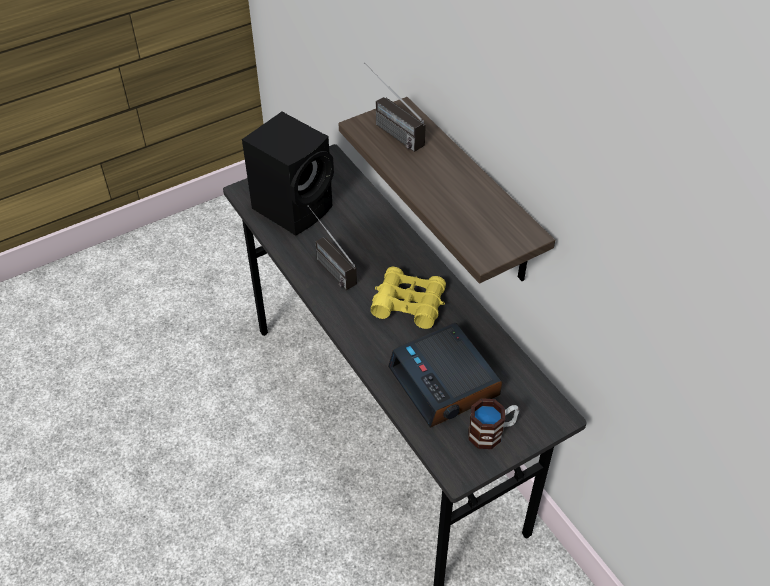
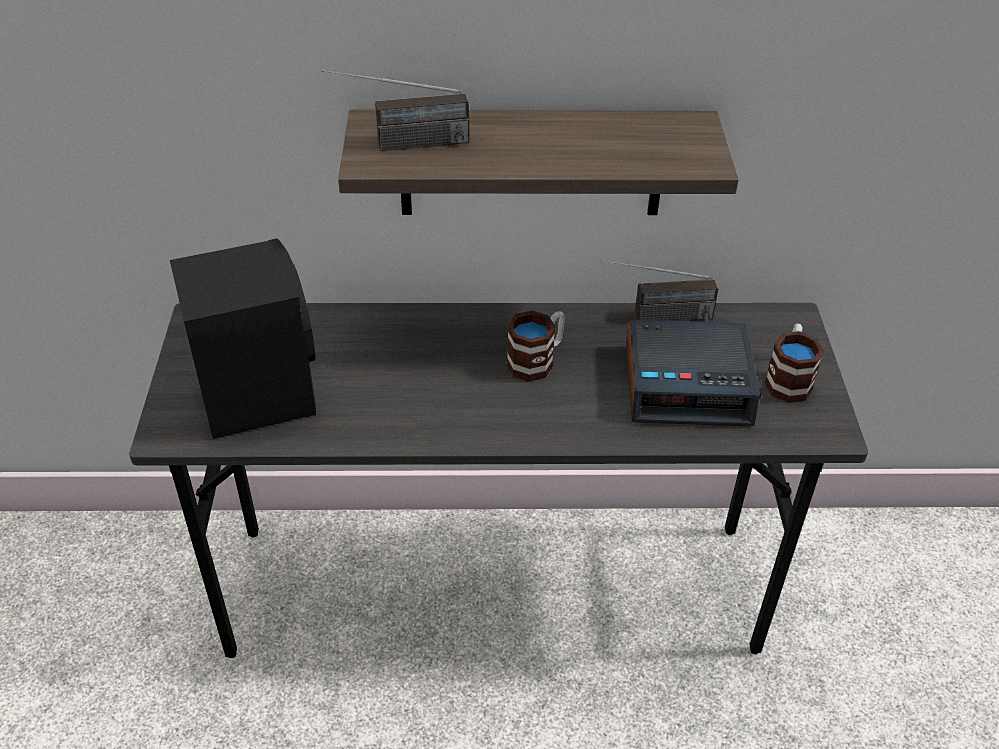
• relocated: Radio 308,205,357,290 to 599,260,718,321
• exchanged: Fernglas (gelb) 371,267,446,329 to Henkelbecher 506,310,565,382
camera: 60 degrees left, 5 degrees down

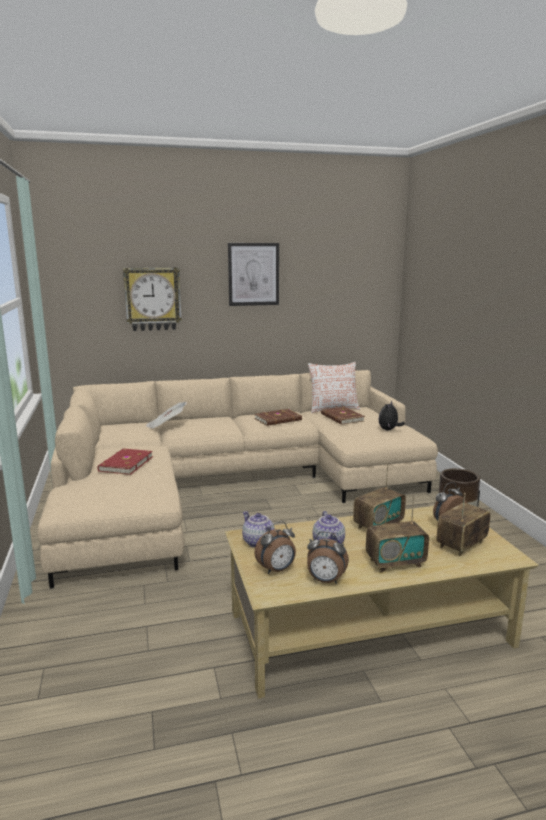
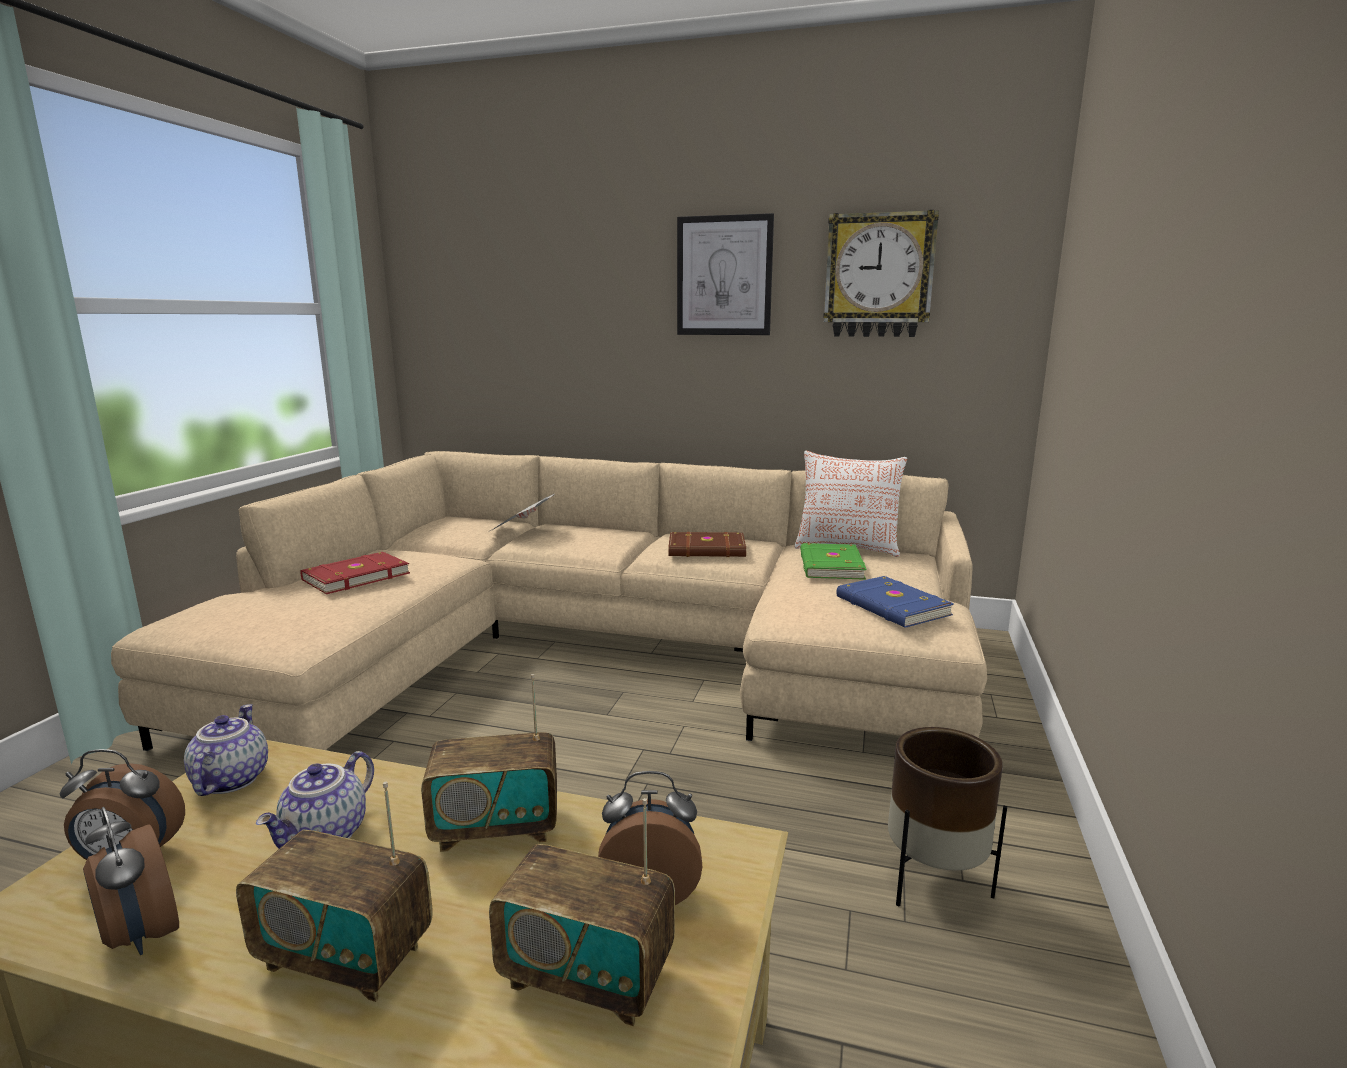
• relocated: Wanduhr 123,267,182,331 to 823,210,939,337
• exchanged: Plüschtier 378,400,405,430 to Buch (blau) 836,576,954,628
• colour: Buch (braun) 321,407,365,425 to Buch (grün) 800,543,867,580
• spun: Radio 436,493,490,556 = 489,798,675,1026 150 degrees counterclockwise
camera: 30 degrees right, 0 degrees up

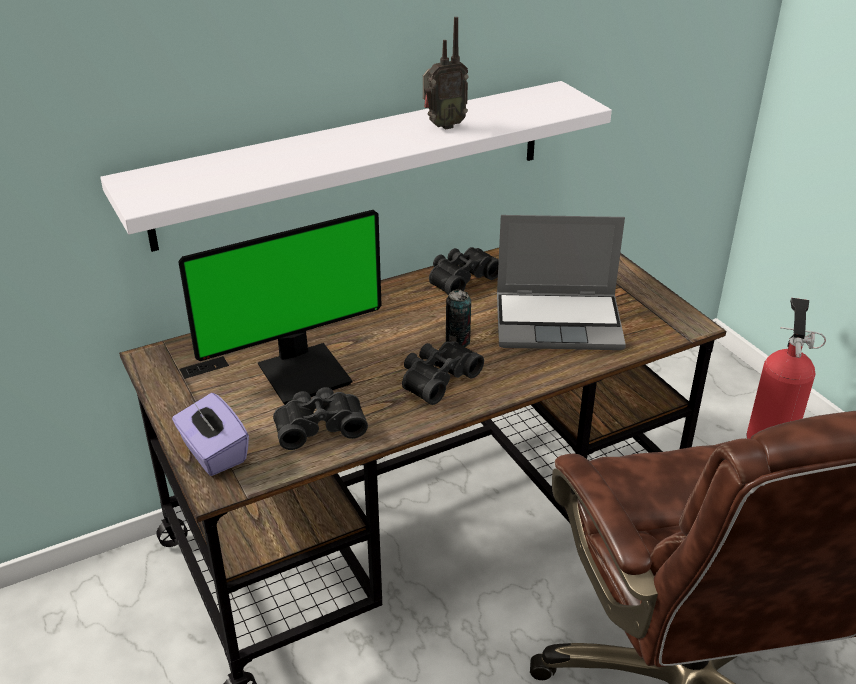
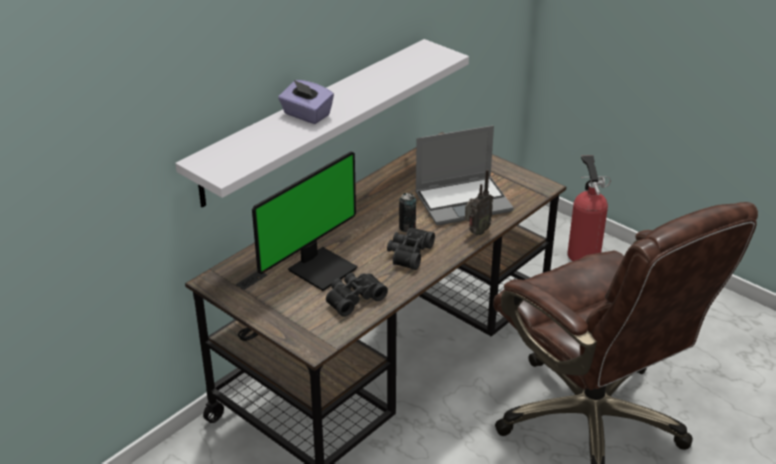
• relocated: Radio 423,17,469,130 to 465,169,493,235
• missing: Fernglas (schwarz) 429,247,499,295
• relocated: Taschentuchbox (lila) 172,393,249,476 to 278,80,334,124
camera: 20 degrees left, 0 degrees up

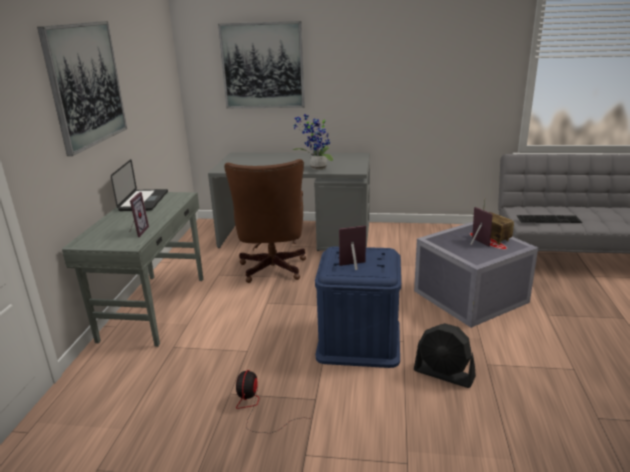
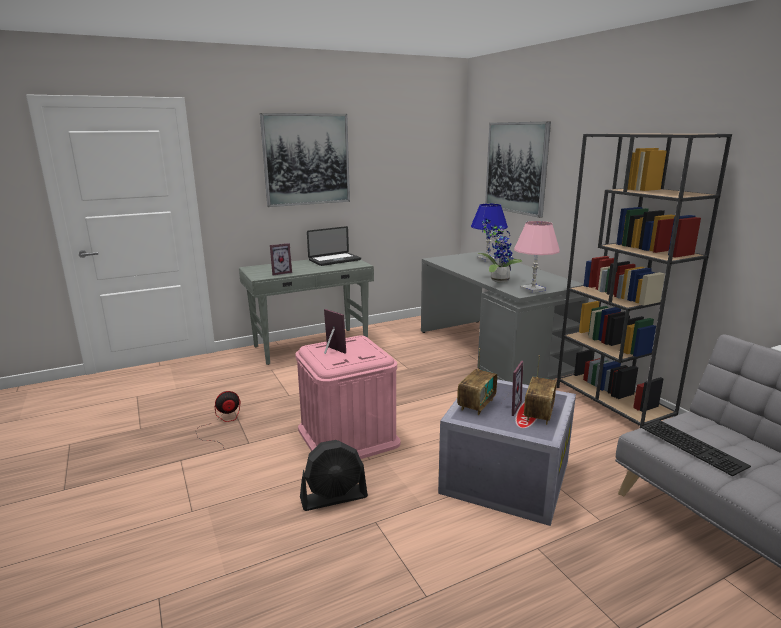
• missing: Bürostuhl (braun) 224,159,306,283
• colour: Aufbewahrungsbox (blau) 315,247,401,368 to Aufbewahrungsbox (rosa) 295,336,400,459
• spun: Ventilator (schwarz) 414,323,476,388 = 300,440,368,511 105 degrees counterclockwise
• appeared: Bücherregal 556,133,732,428
• appeared: Tischlampe (blau) 471,203,508,262
• appeared: Tischlampe (rosa) 514,221,560,293
• appeared: Radio 457,348,497,415
camera: 55 degrees right, 5 degrees down

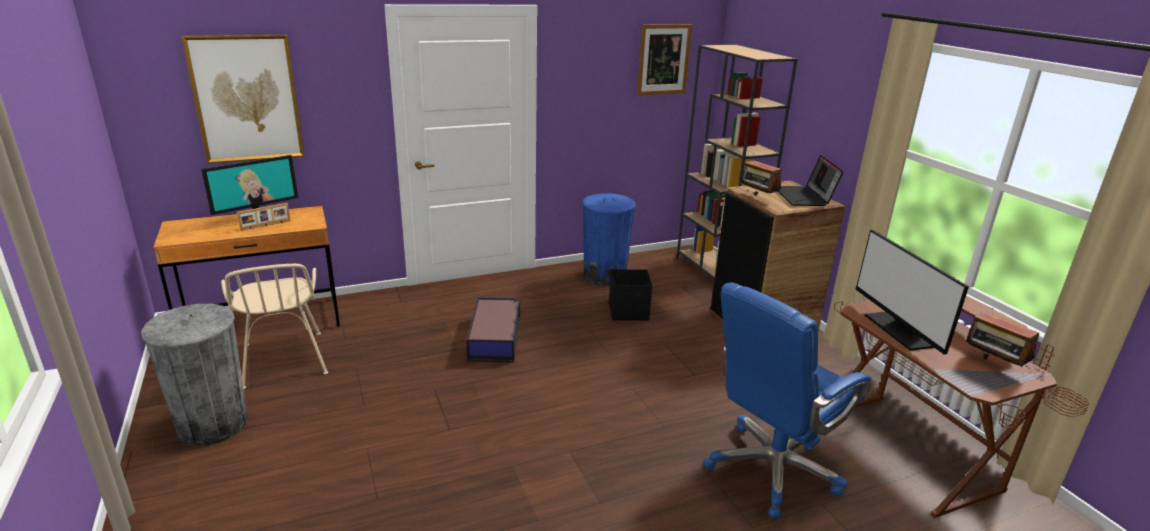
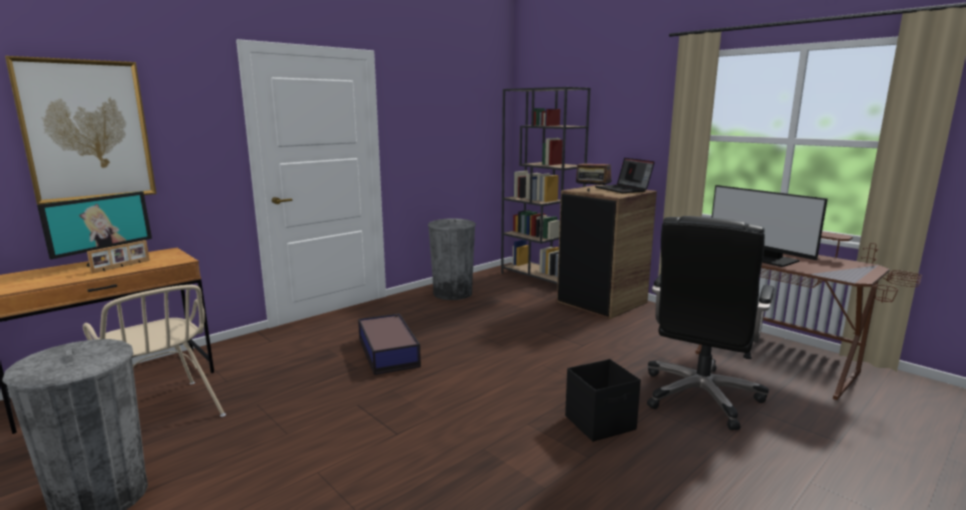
• missing: Bild 637,24,692,95
• colour: Mülleimer (blau) 582,193,636,286 to Mülleimer (grau) 428,218,476,300
• relocated: Aufbewahrungsbox (schwarz) 609,269,652,321 to 565,359,641,442
• colour: Bürostuhl (blau) 703,282,872,519 to Bürostuhl (schwarz) 647,216,774,430
• missing: Radio 966,311,1039,367
camera: 20 degrees left, 10 degrees down

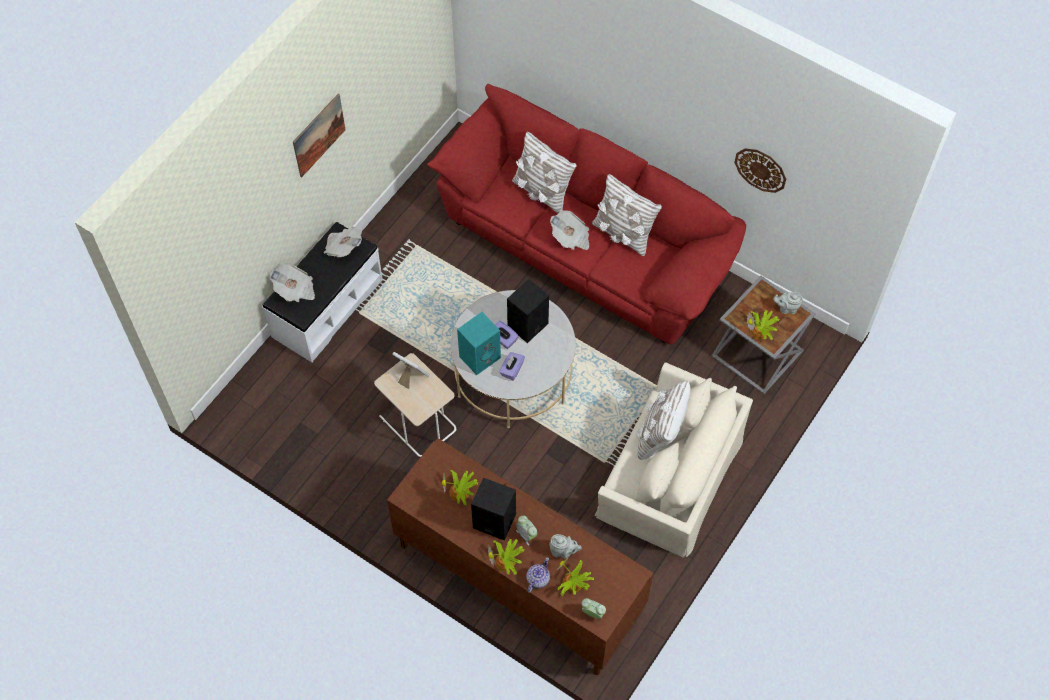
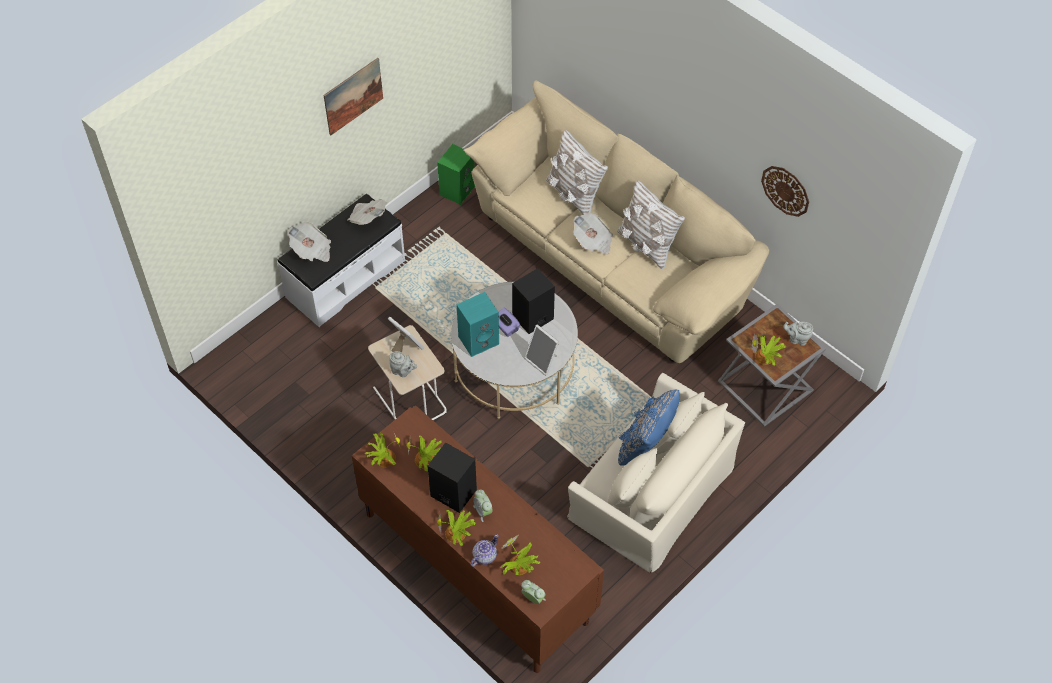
• colour: Sofa (rot) 427,84,746,345 to Sofa (beige) 463,80,769,363
• missing: Taschentuchbox (lila) 499,352,525,380
• colour: Kissen (weiß) 635,381,690,460 to Kissen (blau) 618,389,680,466
• relocated: Teekanne (grau) 549,534,582,559 to 389,351,417,377
• appeared: Lautsprecher (grün) 437,144,475,205
• appeared: Bilderrahmen 525,325,559,375
• appeared: Topfpflanze 365,432,401,467
camera: 10 degrees right, 5 degrees down

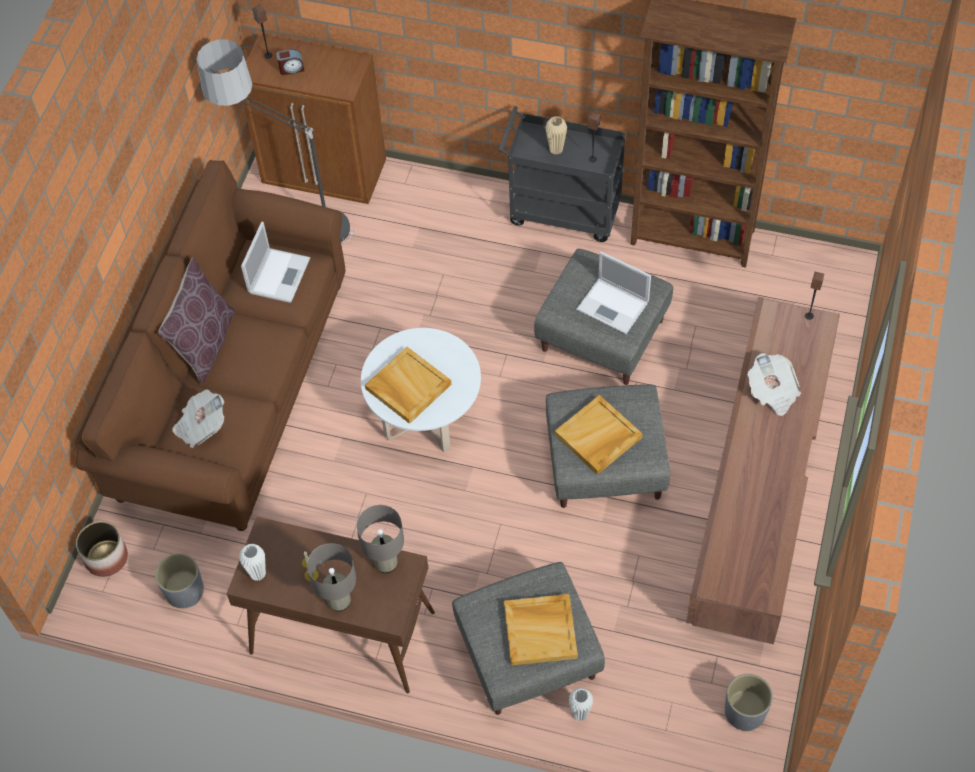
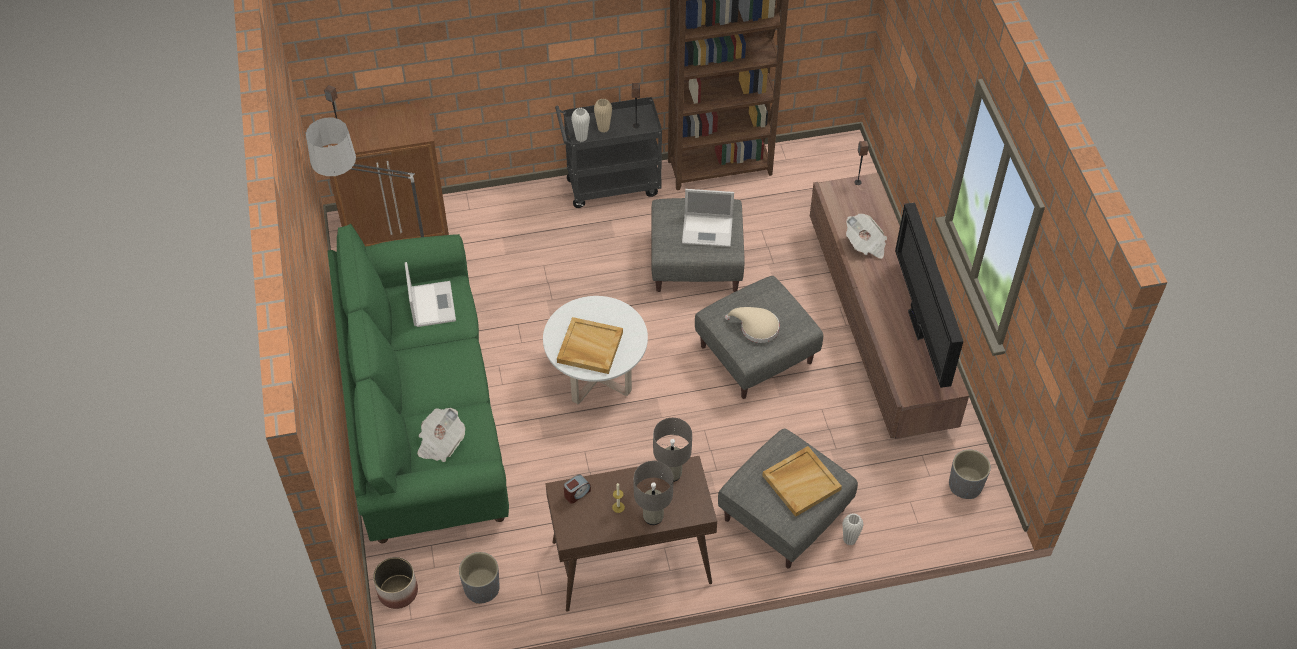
• relocated: Wecker 277,49,304,75 to 564,474,591,504
• colour: Sofa (braun) 75,160,346,531 to Sofa (grün) 328,224,509,543
• missing: Kissen (braun) 158,257,235,385
• exchanged: Tablett (beige) 555,395,643,475 to Hut (beige) 725,307,779,343
• relocated: Vase (weiß) 239,544,266,581 to 571,108,590,142
• appeared: Fernseher 895,203,963,388
camera: 30 degrees left, 5 degrees down

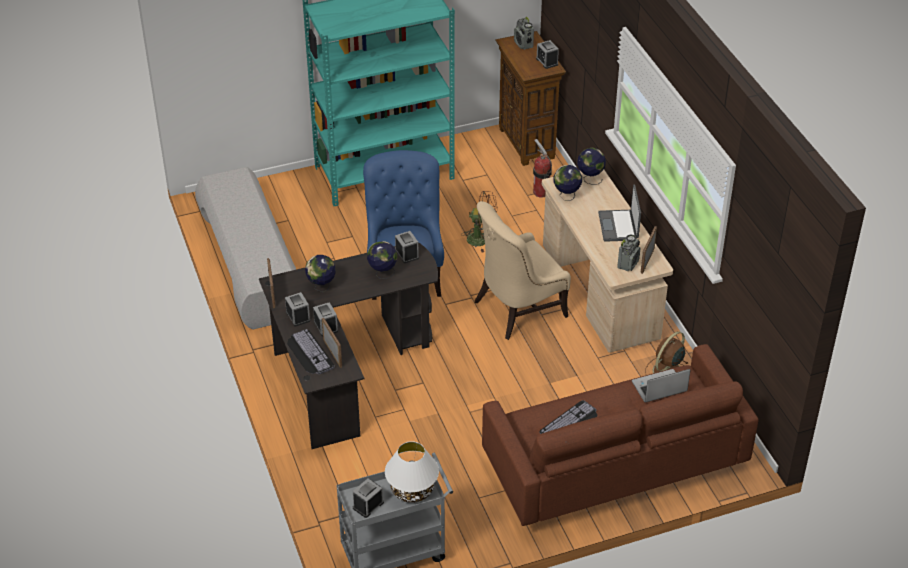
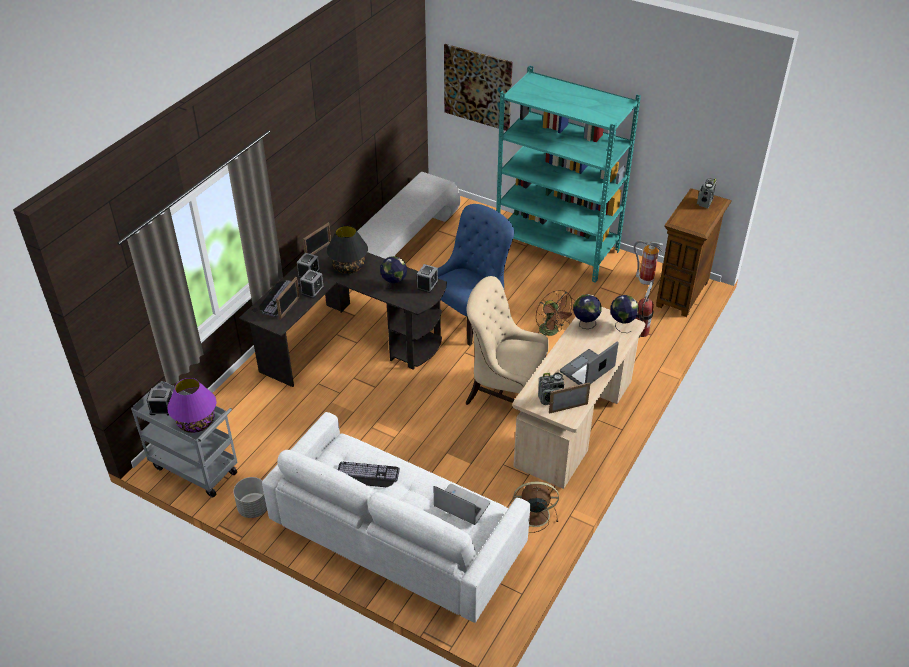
• missing: Wecker 536,40,559,69
• exchanged: Globus 305,255,336,292 to Tischlampe (schwarz) 327,225,368,274
• colour: Sofa (braun) 482,344,759,526 to Sofa (weiß) 262,412,530,623
• colour: Tischlampe (weiß) 385,441,439,503 to Tischlampe (lila) 167,378,216,433
• appeared: Bild 444,44,513,131
• appeared: Feuerlöscher 634,241,663,285
• appeared: Pflanzkübel (grau) 233,477,267,518
camera: 50 degrees right, 0 degrees up

